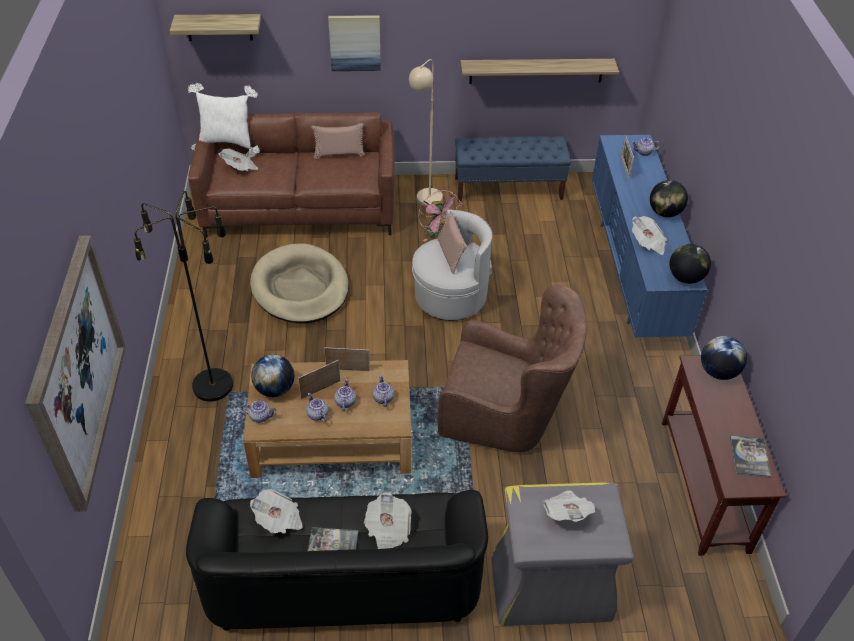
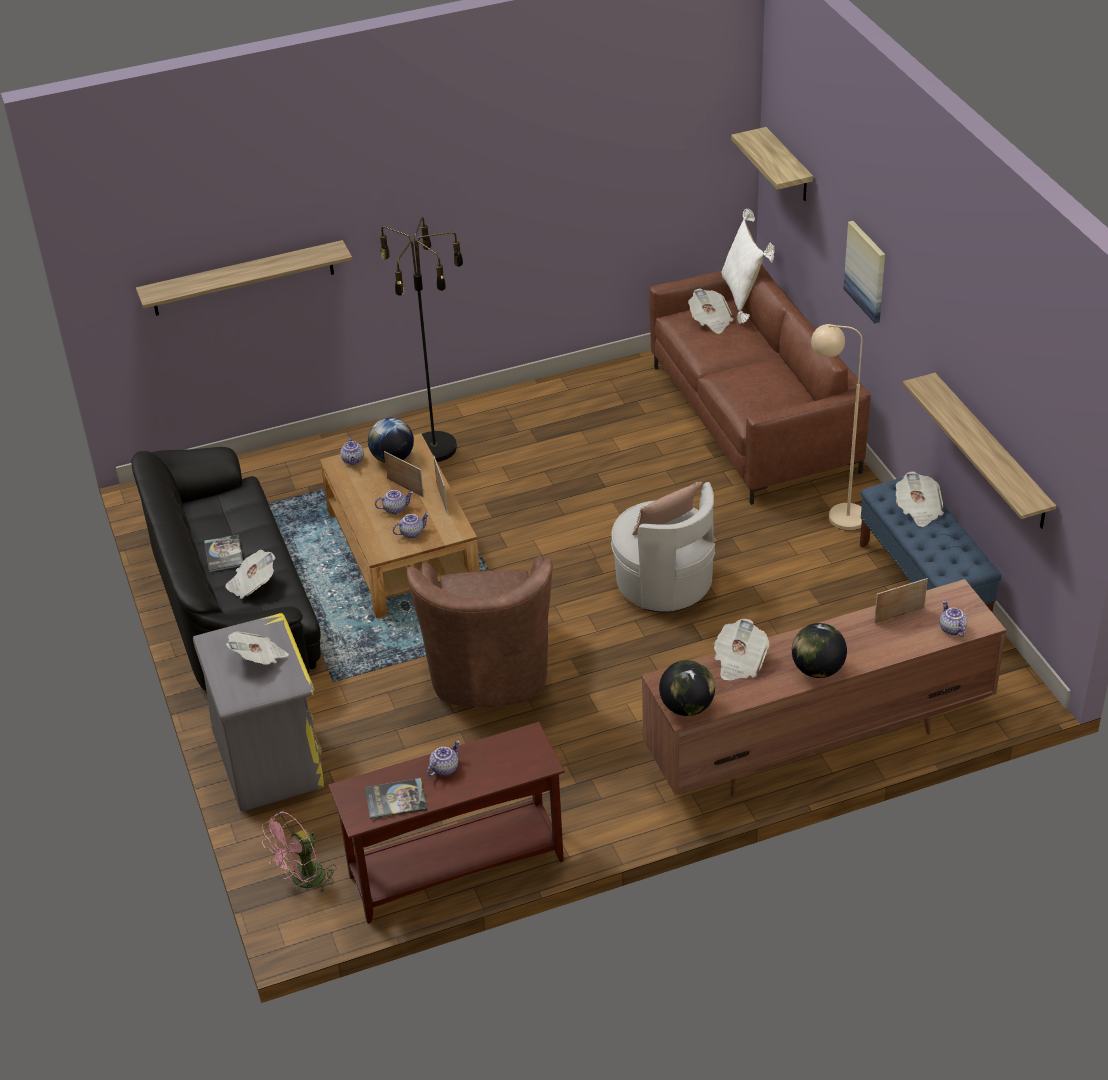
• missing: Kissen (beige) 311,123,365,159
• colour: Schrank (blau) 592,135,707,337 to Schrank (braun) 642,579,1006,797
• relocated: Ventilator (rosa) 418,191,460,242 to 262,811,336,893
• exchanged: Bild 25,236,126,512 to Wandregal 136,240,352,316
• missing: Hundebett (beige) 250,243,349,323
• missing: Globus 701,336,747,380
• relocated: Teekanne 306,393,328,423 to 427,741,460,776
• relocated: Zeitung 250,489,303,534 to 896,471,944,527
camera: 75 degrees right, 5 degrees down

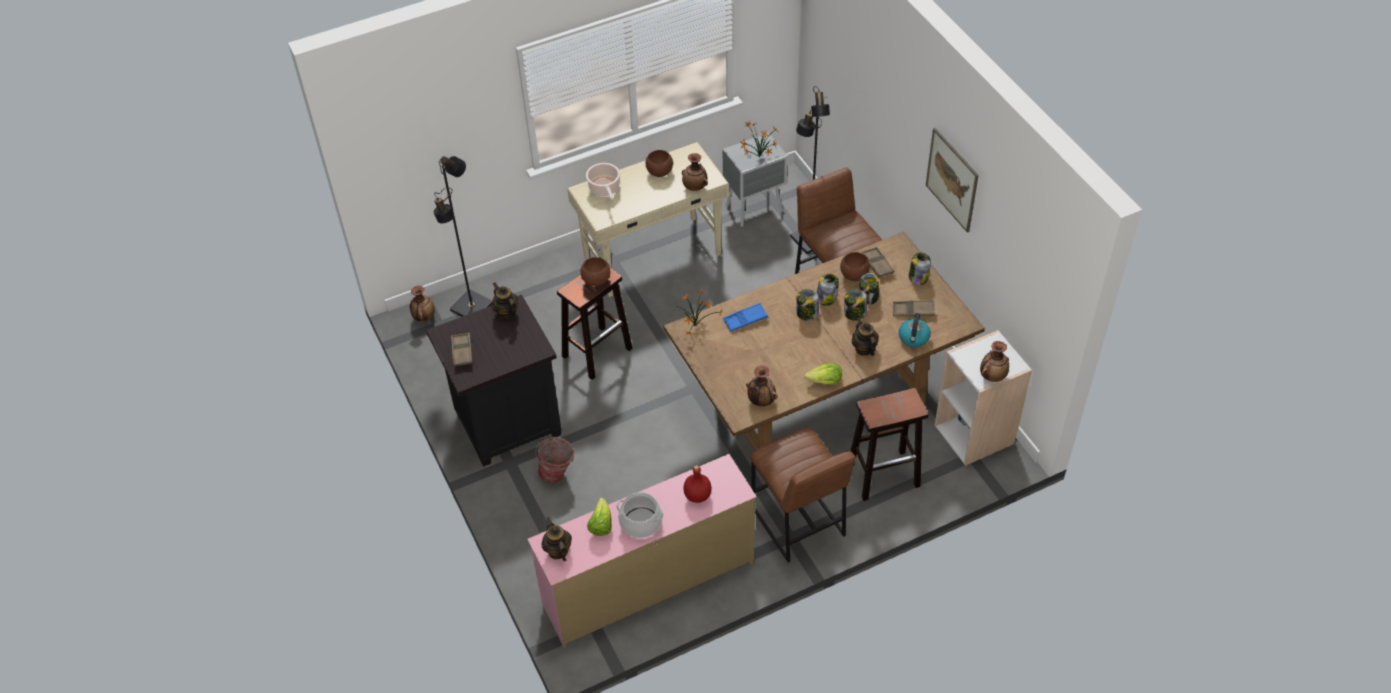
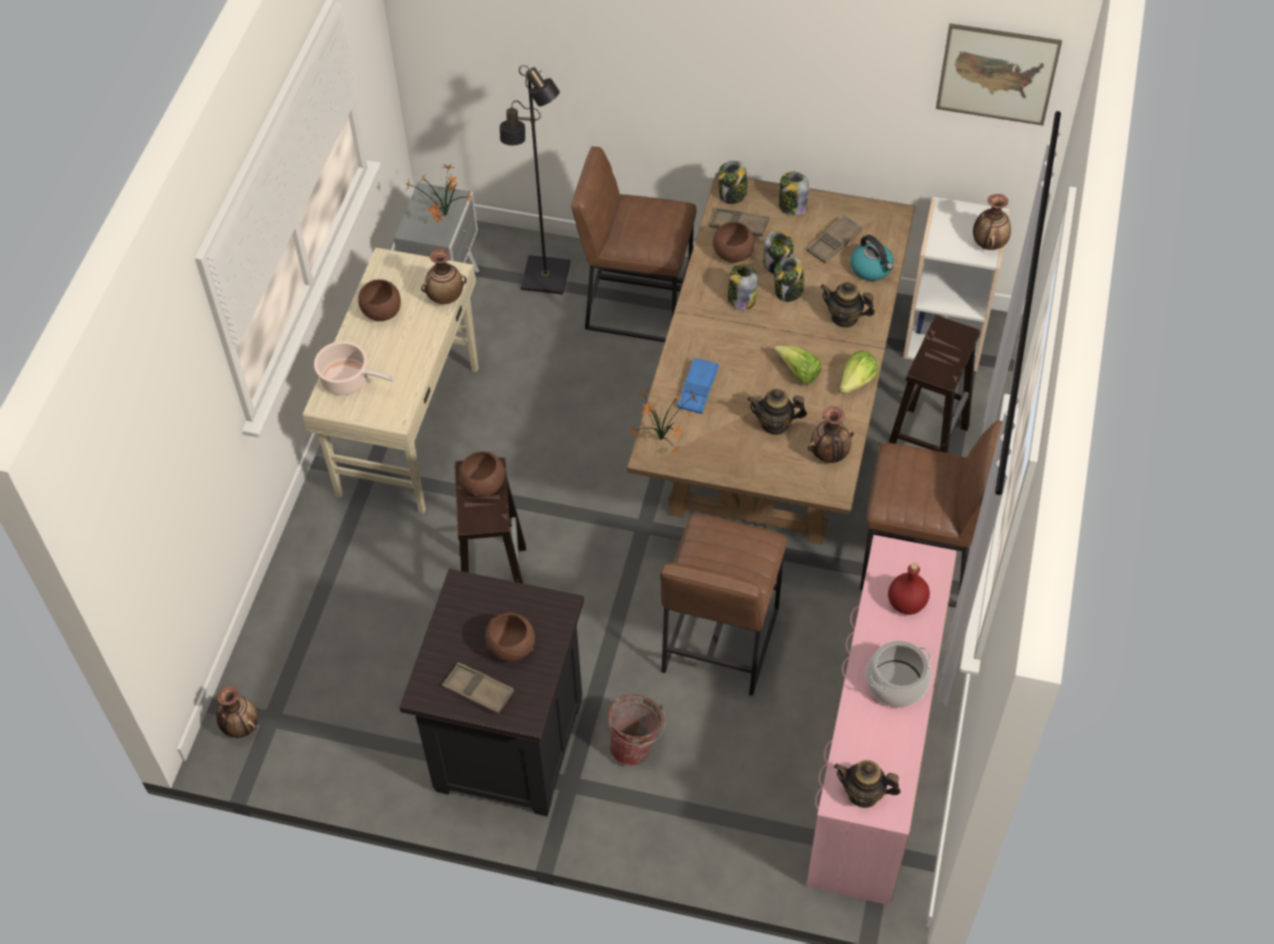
• relocated: Bild 926,128,979,233 to 936,23,1062,126
• missing: Stehlampe (schwarz) 434,156,493,317
• relocated: Teekanne 492,282,518,319 to 747,389,807,435
• relocated: Vorratsglas 796,289,819,321 to 718,161,748,204
• relocated: Salatkopf 587,497,612,536 to 774,345,821,385
• appeared: Stuhl (braun) 660,513,787,696
• appeared: Schüssel (braun) 485,612,535,661
camera: 50 degrees left, 5 degrees up

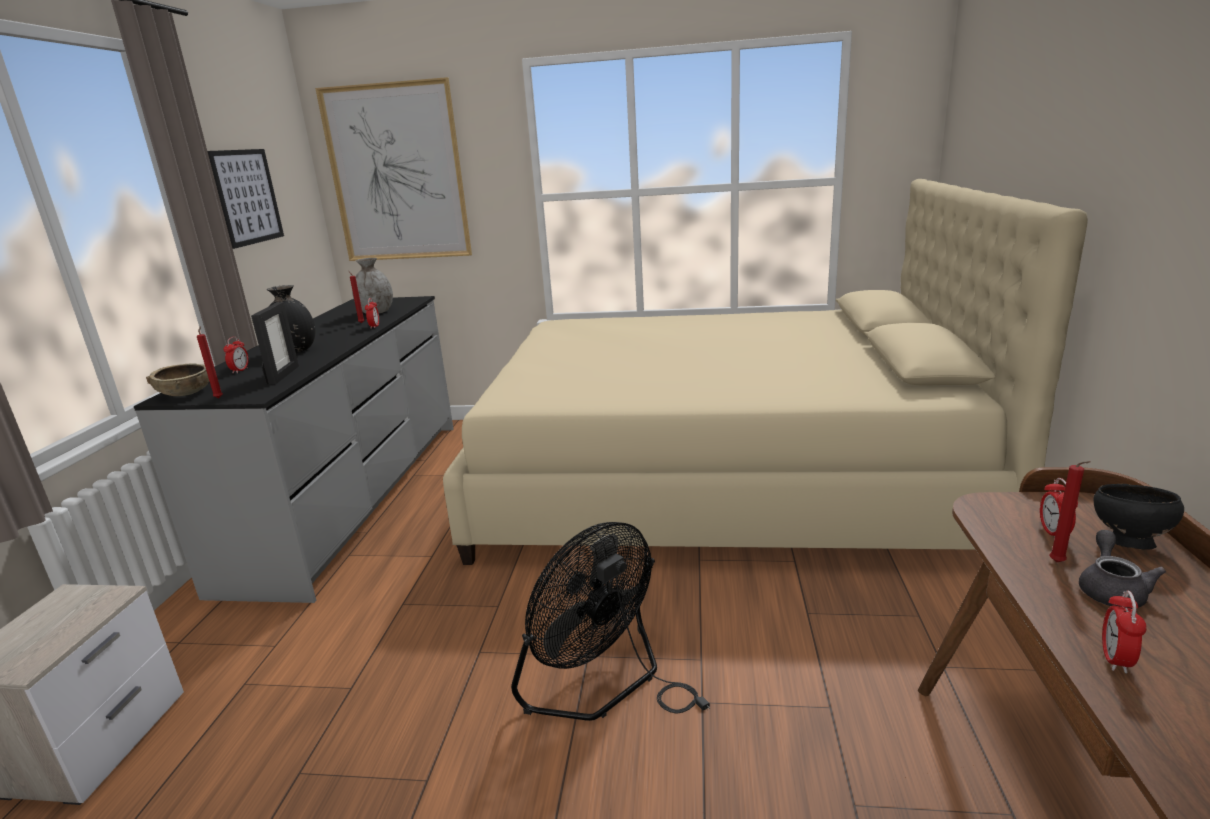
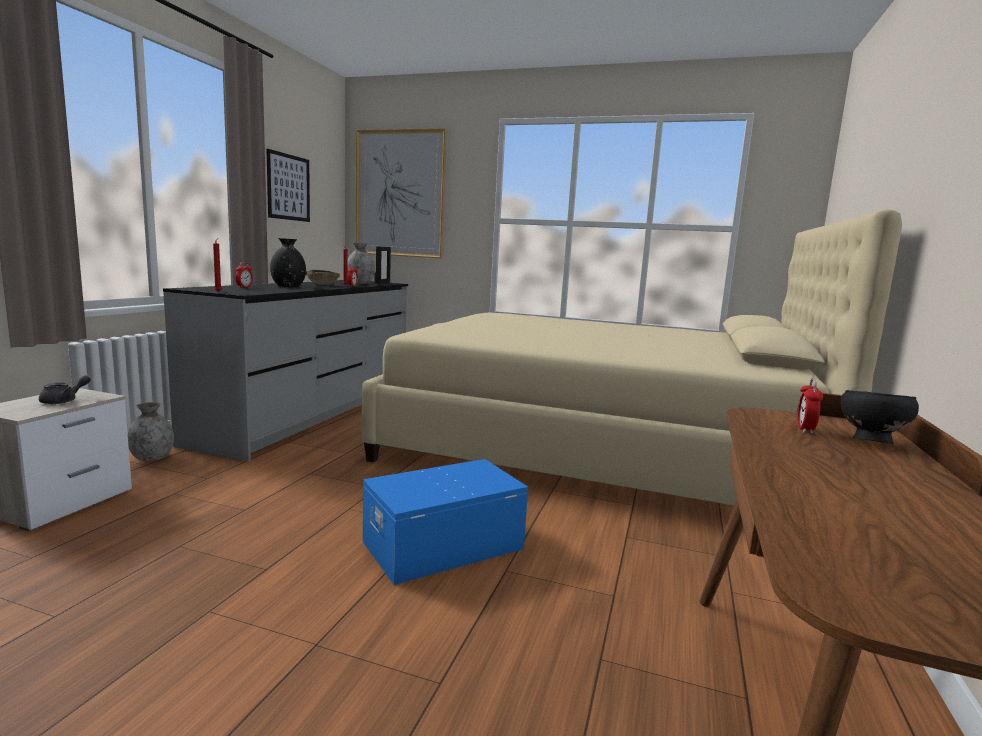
• relocated: Bilderrahmen 251,302,299,385 to 374,246,391,284
• relocated: Schüssel (braun) 146,364,209,396 to 306,270,340,285
• missing: Kerze (rot) 1049,461,1091,562
• exchanged: Ventilator (schwarz) 511,522,710,721 to Aufbewahrungsbox (blau) 363,459,528,585
• relocated: Teekanne (grau) 1079,530,1166,609 to 39,375,91,404
• missing: Wecker 1102,590,1147,674
• appeared: Vase (grau) 128,402,174,461
camera: 10 degrees right, 10 degrees down

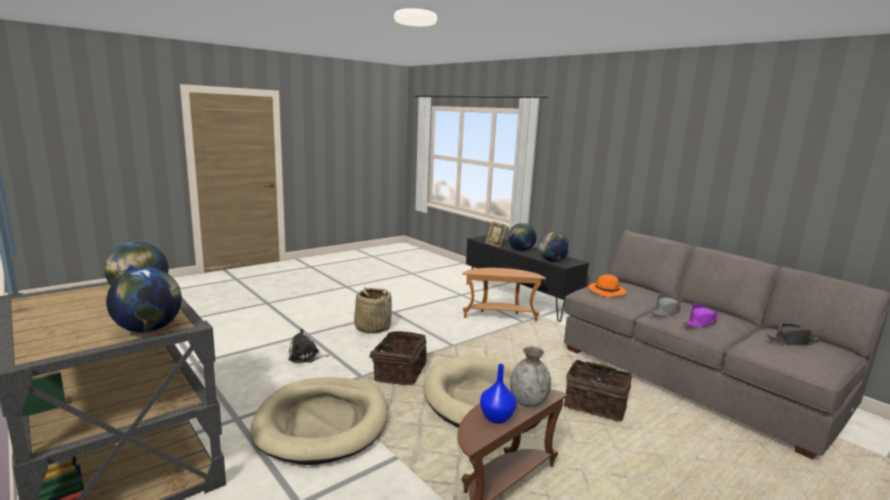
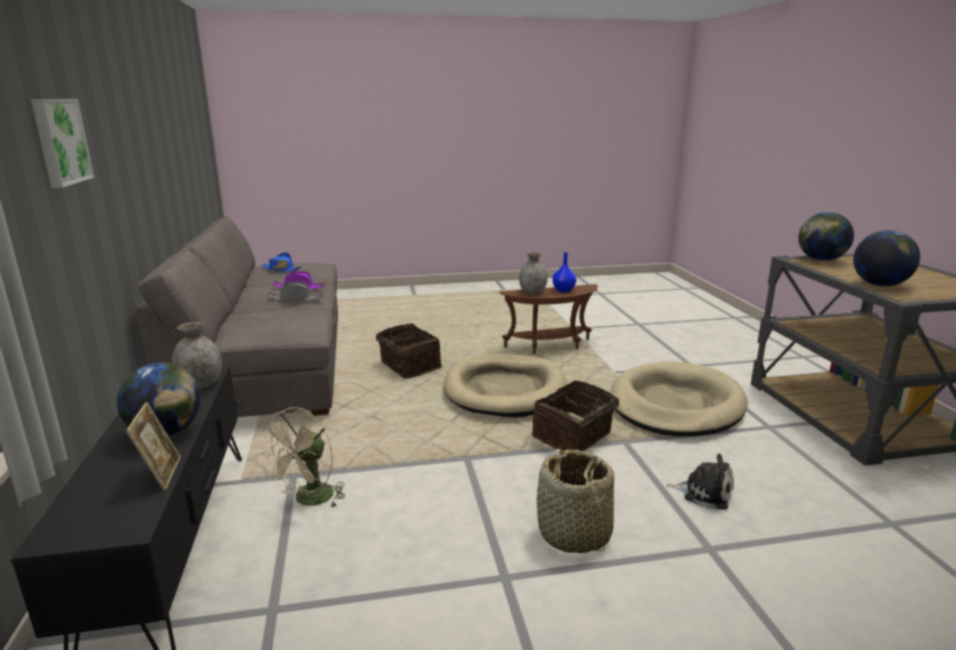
• exchanged: Globus 539,232,570,262 to Vase (grau) 172,322,222,389
• exchanged: Beistelltisch (braun) 462,268,546,322 to Ventilator (beige) 260,407,345,508
• missing: Hut (orange) 588,274,626,297
• colour: Hut (schwarz) 766,323,821,345 to Hut (blau) 262,252,302,272
• appeared: Bild 31,99,94,188
camera: 150 degrees left, 5 degrees up

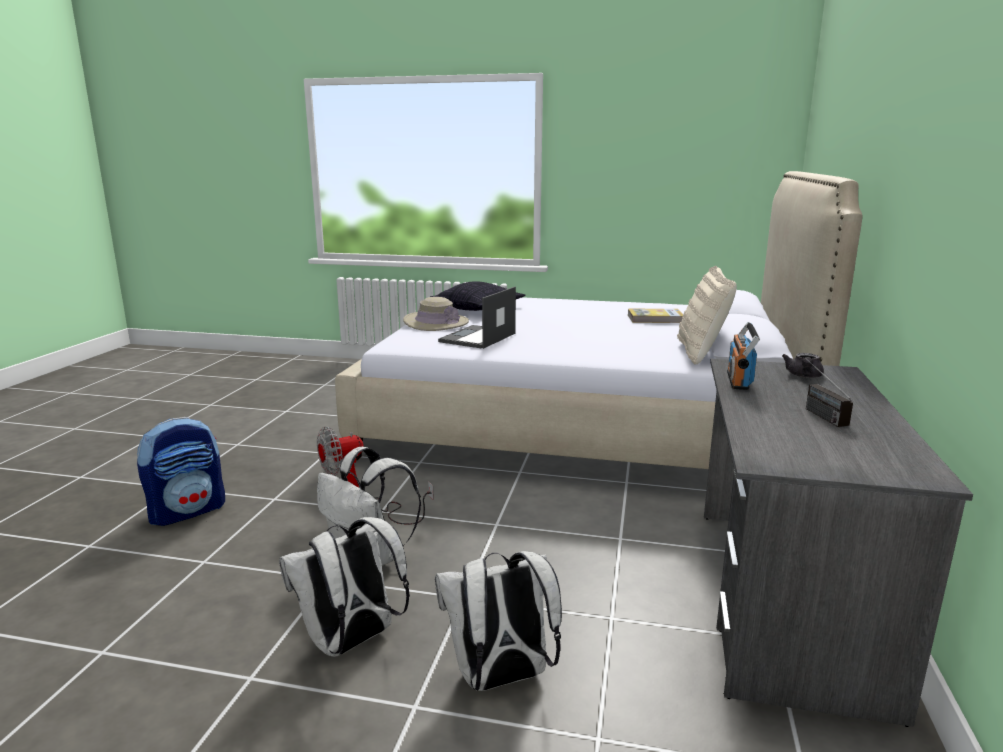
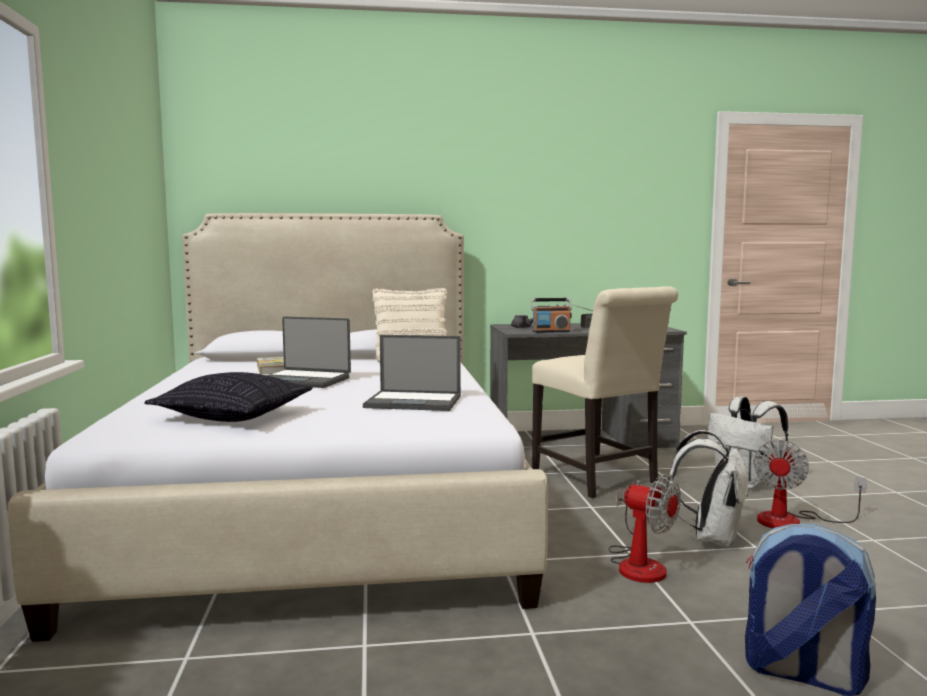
• missing: Hut (beige) 403,297,469,331
• exchanged: Rucksack (weiß) 279,517,410,657 to Ventilator 753,440,867,529
• appeared: Stuhl (beige) 532,286,678,498
• appeared: Laptop 266,317,351,388
camera: 110 degrees left, 10 degrees down

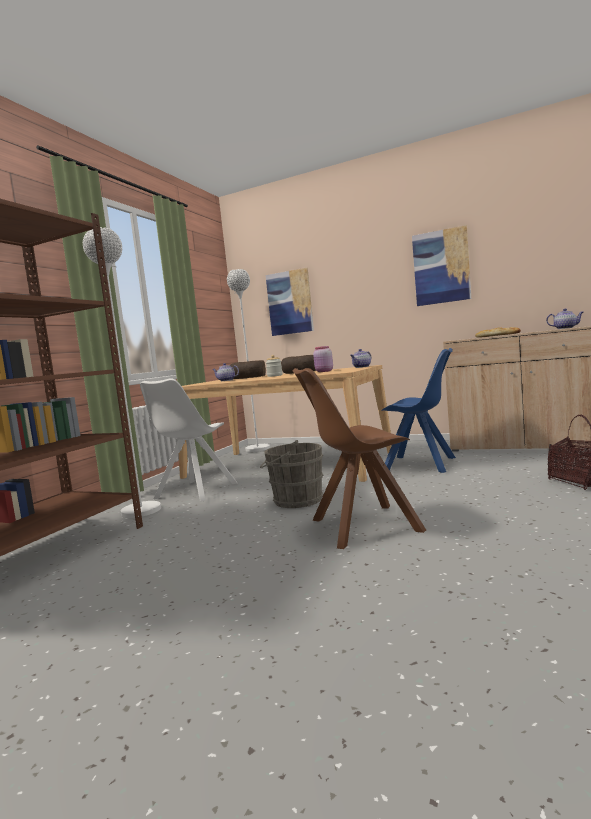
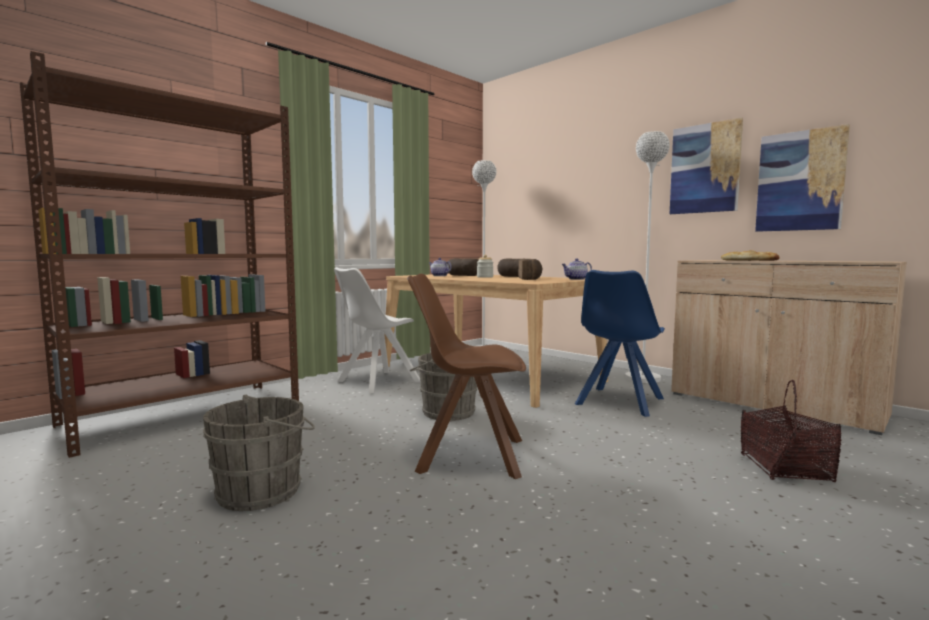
• relocated: Stehlampe (weiß) 83,227,161,518 to 625,131,670,383
• relocated: Bild 266,268,314,336 to 755,124,850,232
• missing: Teekanne 546,308,583,329
• exchanged: Vorratsglas (rosa) 313,346,333,372 to Brot 518,259,542,280
• spun: Stuhl (blau) 381,348,456,473 = 575,270,665,417 75 degrees clockwise
• appeared: Eimer (grau) 203,395,315,511
camera: 20 degrees right, 0 degrees up

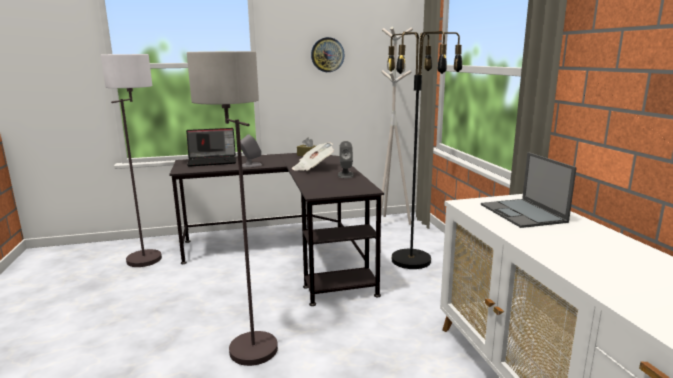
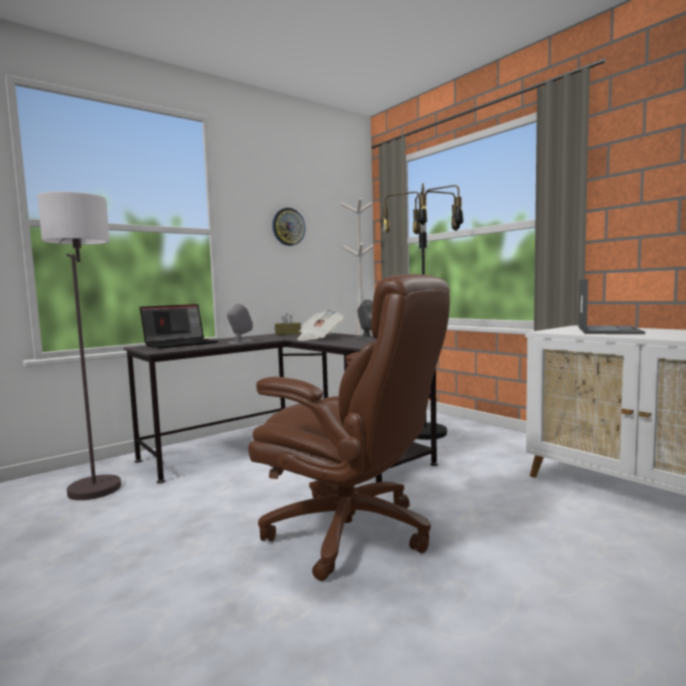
• exchanged: Stehlampe (grau) 187,51,278,366 to Bürostuhl (braun) 248,274,450,581
• spun: Laptop 481,152,577,228 = 578,279,645,334 120 degrees counterclockwise
camera: 25 degrees left, 10 degrees down

